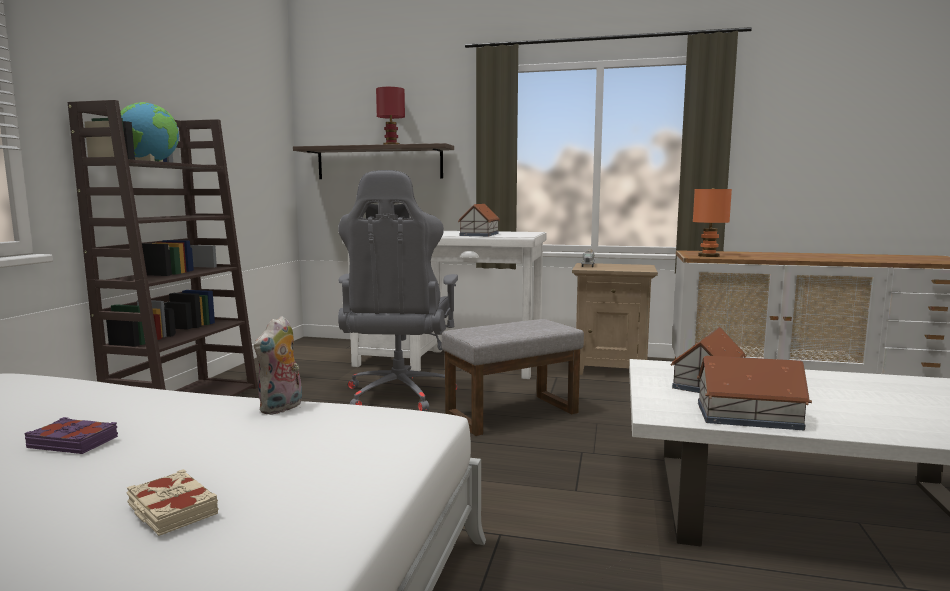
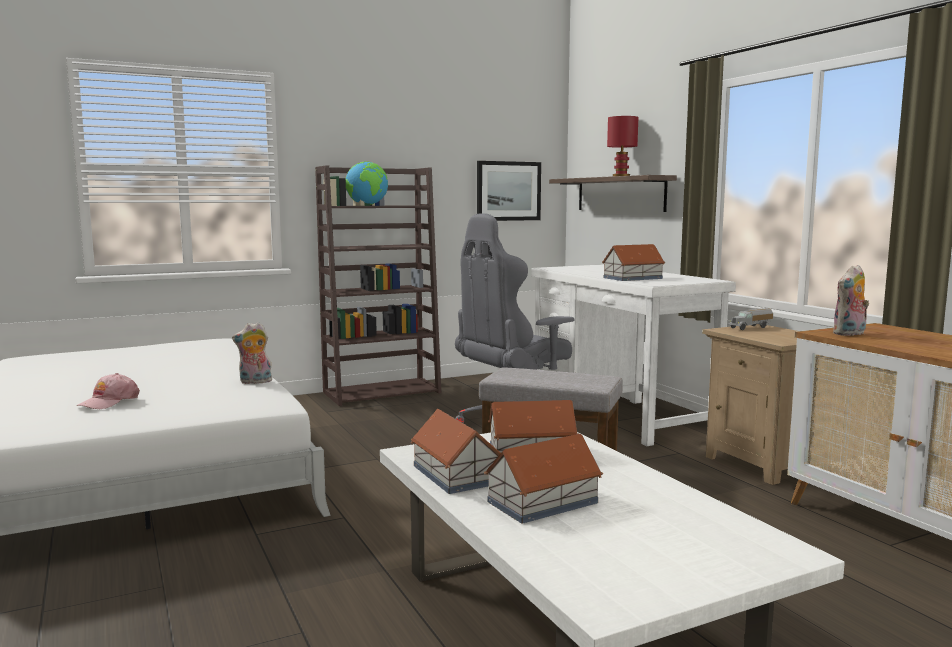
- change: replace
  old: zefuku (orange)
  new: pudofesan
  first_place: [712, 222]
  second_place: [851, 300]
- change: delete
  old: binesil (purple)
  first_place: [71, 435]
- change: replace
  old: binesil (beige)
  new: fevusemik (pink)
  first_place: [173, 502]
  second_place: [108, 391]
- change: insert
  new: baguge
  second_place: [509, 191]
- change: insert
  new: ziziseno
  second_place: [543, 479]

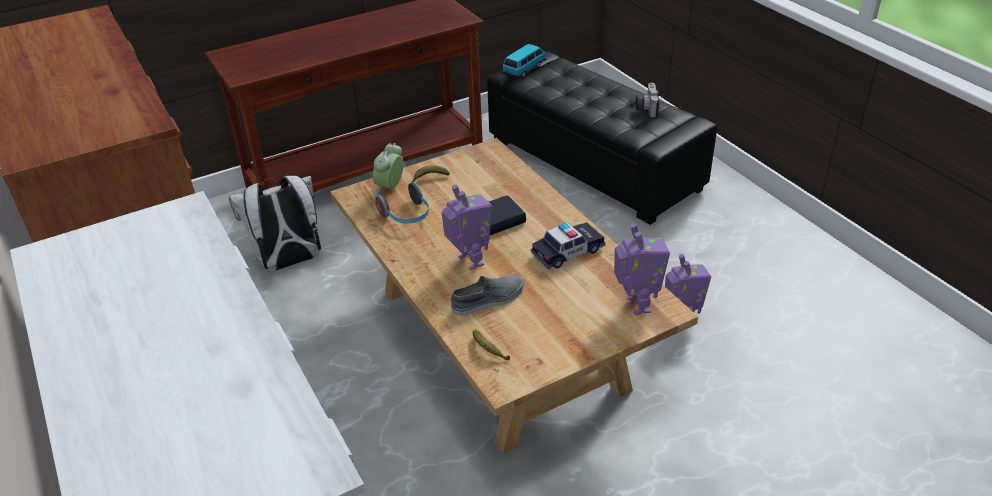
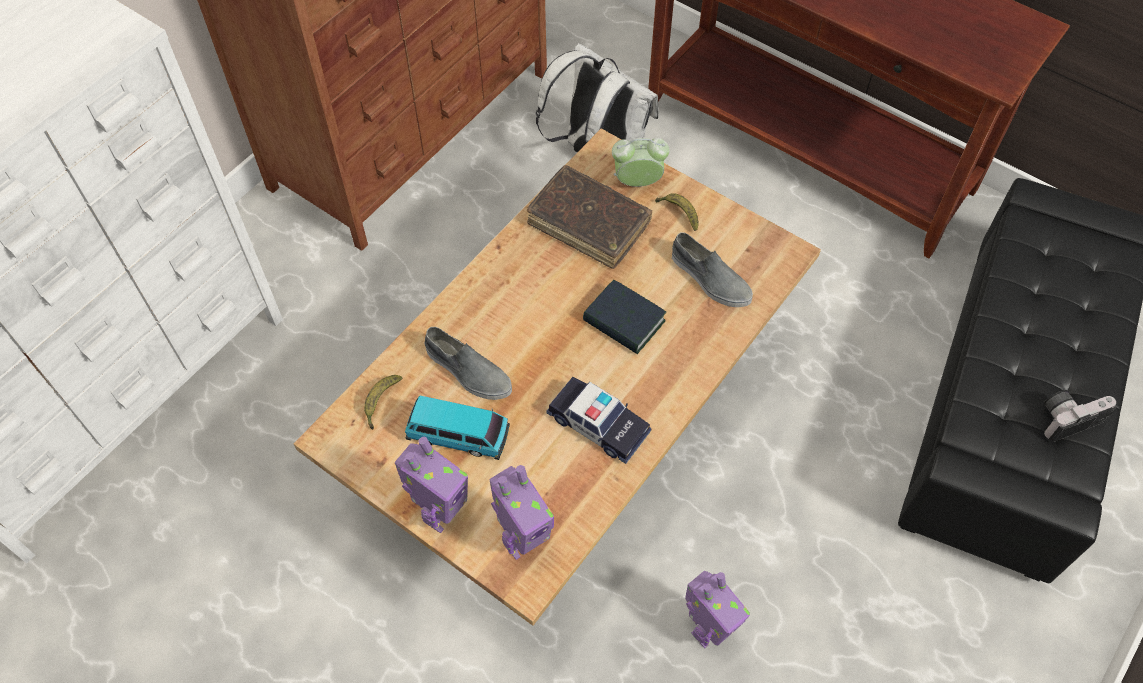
- change: move
  old: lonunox
  first_place: [524, 61]
  second_place: [457, 428]
- change: replace
  old: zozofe
  new: binesil (brown)
  first_place: [402, 203]
  second_place: [589, 217]
- change: move
  old: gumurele
  first_place: [467, 227]
  second_place: [431, 485]
- change: insert
  new: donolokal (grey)
  second_place: [712, 269]

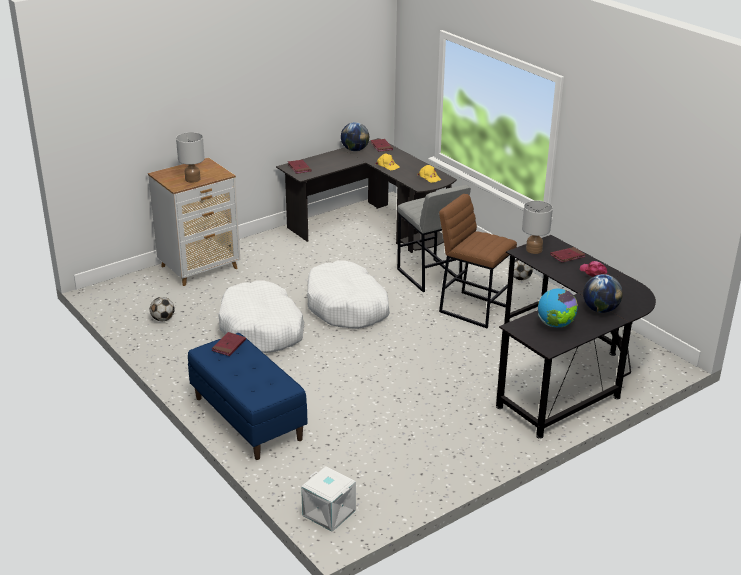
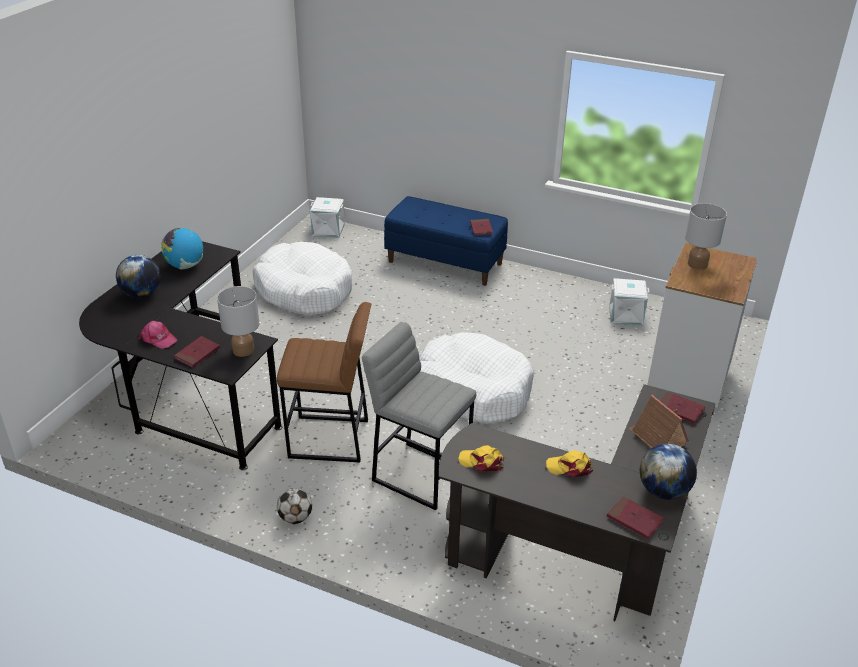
- change: move
  old: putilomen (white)
  first_place: [261, 316]
  second_place: [302, 279]
- change: replace
  old: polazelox
  new: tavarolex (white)
  first_place: [162, 309]
  second_place: [629, 301]
- change: insert
  new: ziziseno
  second_place: [658, 421]

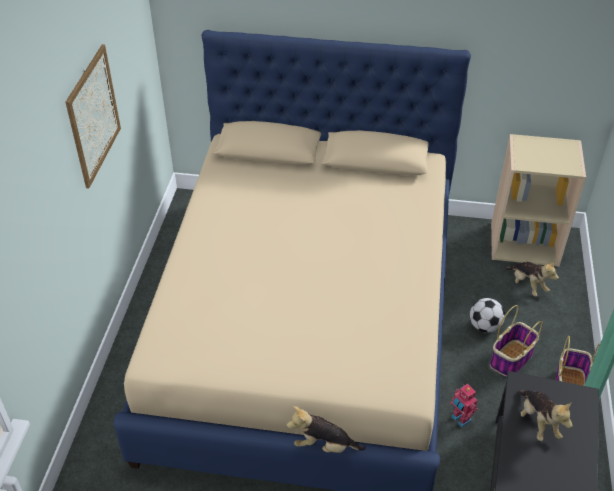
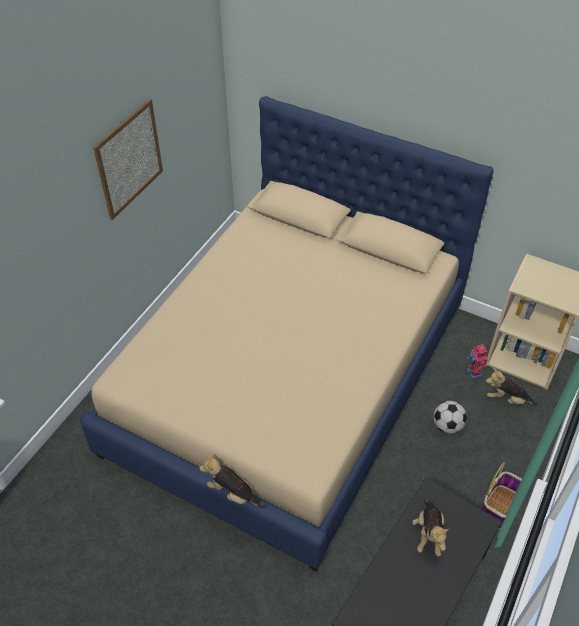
- change: rotate
  old: pudofesan
  first_place: [532, 278]
  second_place: [512, 387]
  degrees: 120
- change: delete
  old: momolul
  first_place: [516, 341]
- change: move
  old: gumurele
  first_place: [464, 406]
  second_place: [477, 361]

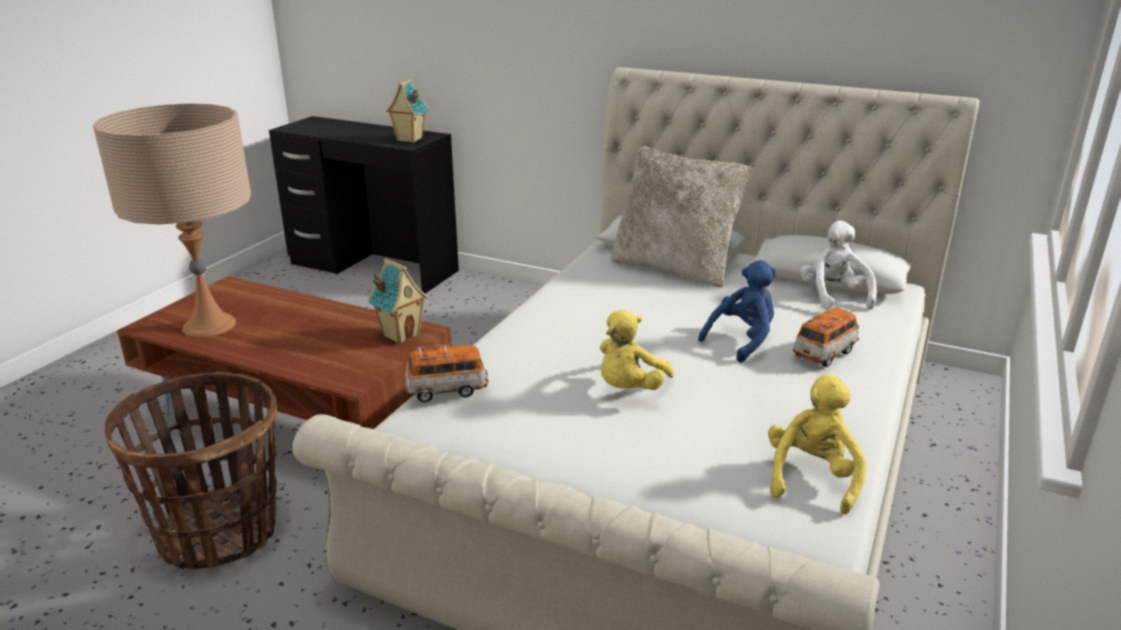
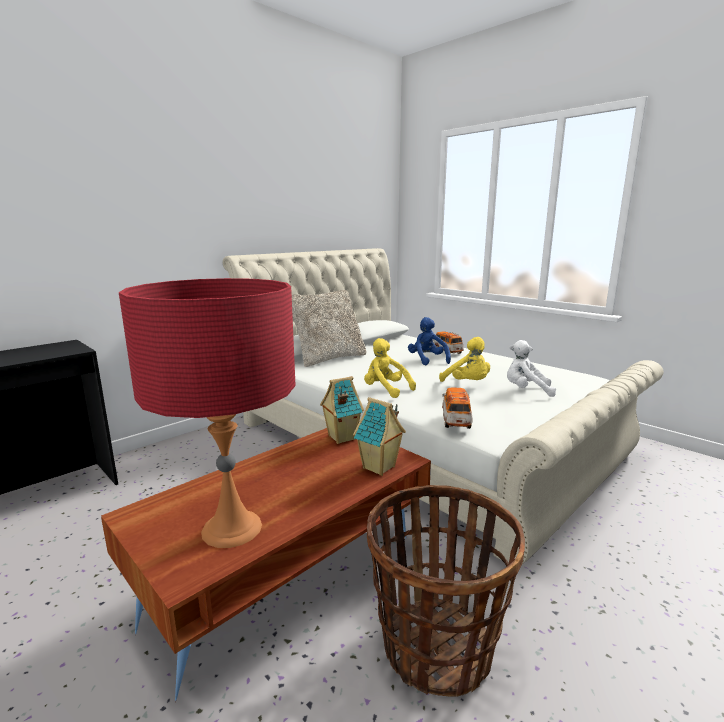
- change: move
  old: ziziseno
  first_place: [407, 111]
  second_place: [379, 436]
- change: recolor
  old: zefuku (beige)
  new: zefuku (red)
  first_place: [172, 220]
  second_place: [207, 413]
- change: move
  old: pudofesan (white)
  first_place: [838, 265]
  second_place: [531, 368]
- change: move
  old: pudofesan (yellow)
  first_place: [817, 444]
  second_place: [390, 368]

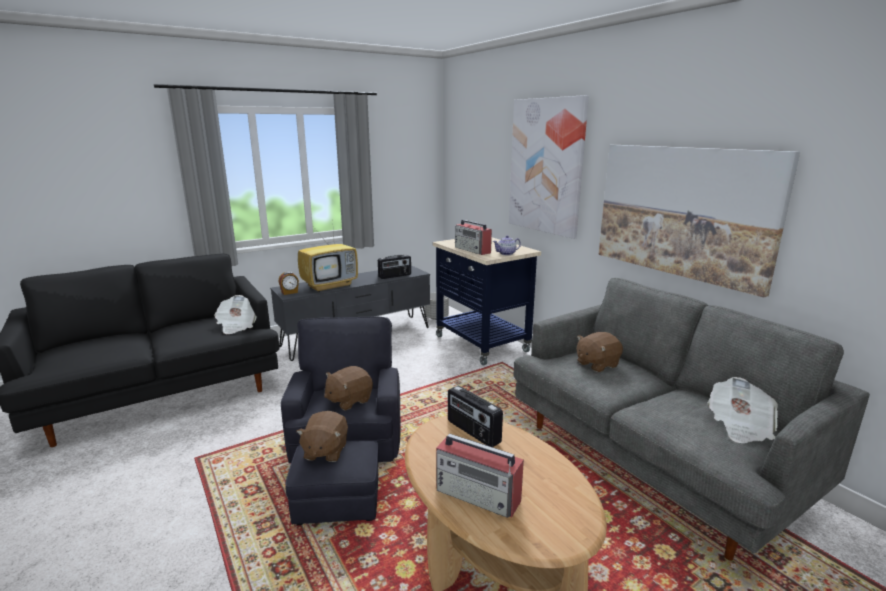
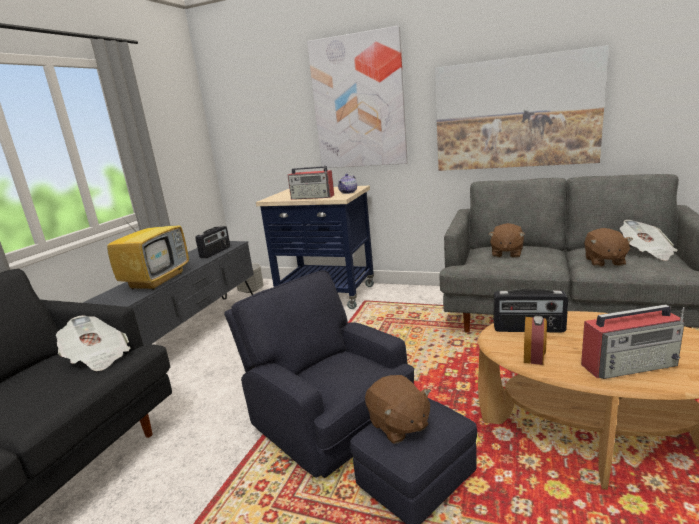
- change: move
  old: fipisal
  first_place: [288, 283]
  second_place: [535, 340]
- change: move
  old: pudofesan (brown)
  first_place: [348, 388]
  second_place: [608, 247]

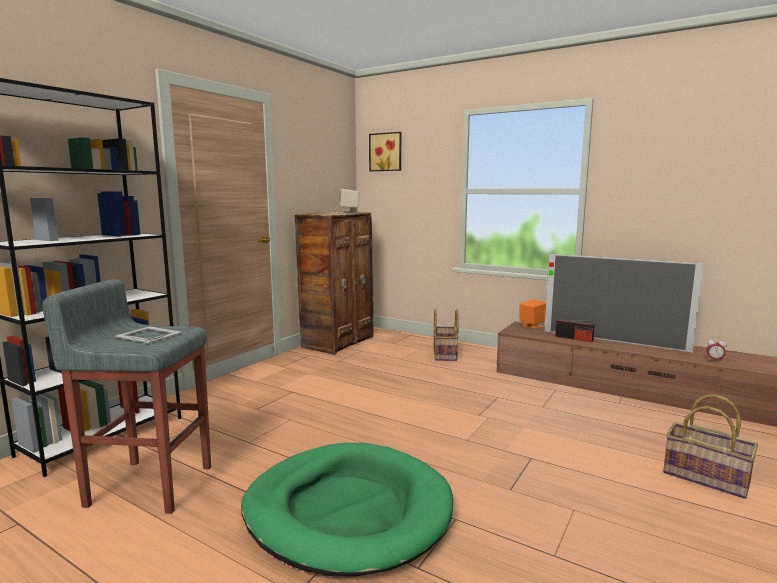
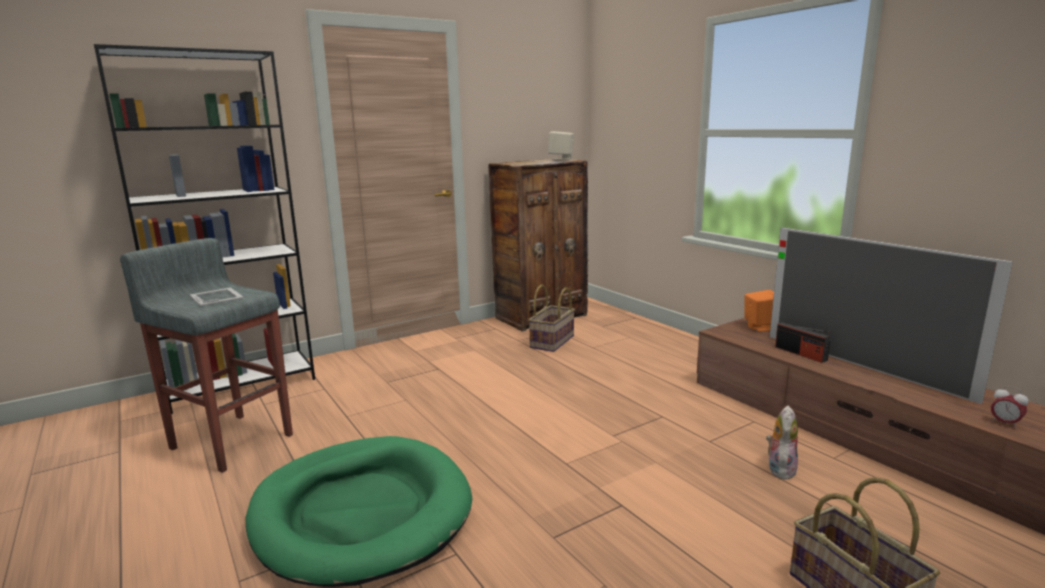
- change: delete
  old: baguge
  first_place: [385, 151]
- change: move
  old: momolul
  first_place: [446, 335]
  second_place: [551, 318]
- change: insert
  new: pudofesan
  second_place: [782, 442]

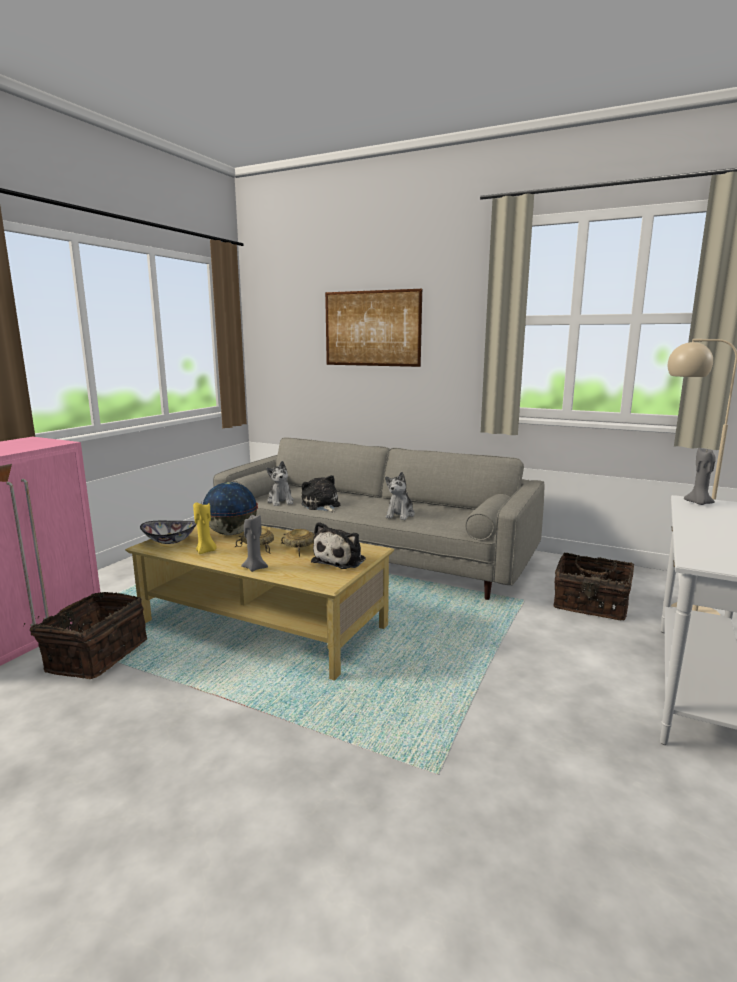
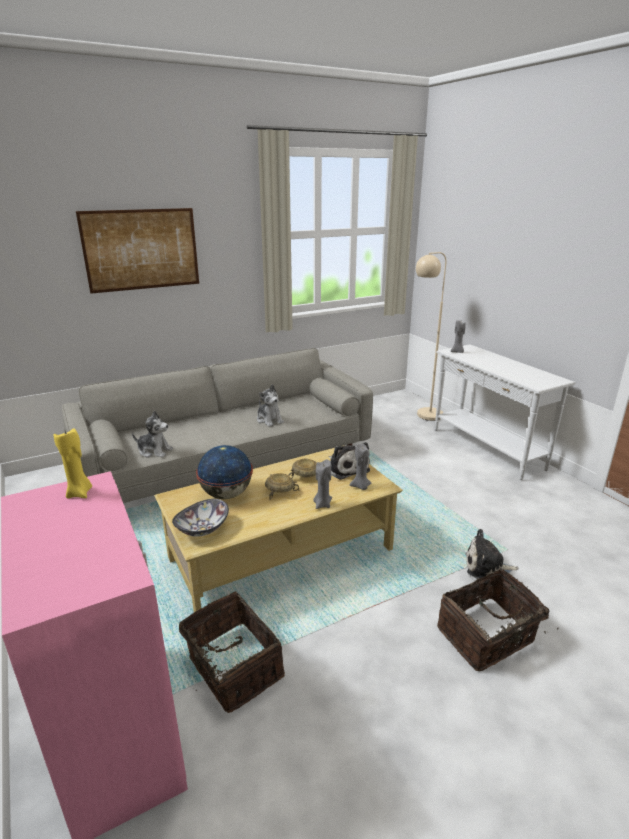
- change: move
  old: pudofesan
  first_place: [321, 493]
  second_place: [492, 554]
- change: move
  old: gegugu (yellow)
  first_place: [205, 527]
  second_place: [73, 463]
- change: move
  old: momolul
  first_place: [593, 586]
  second_place: [497, 619]
- change: insert
  new: gegugu (grey)
  second_place: [360, 467]

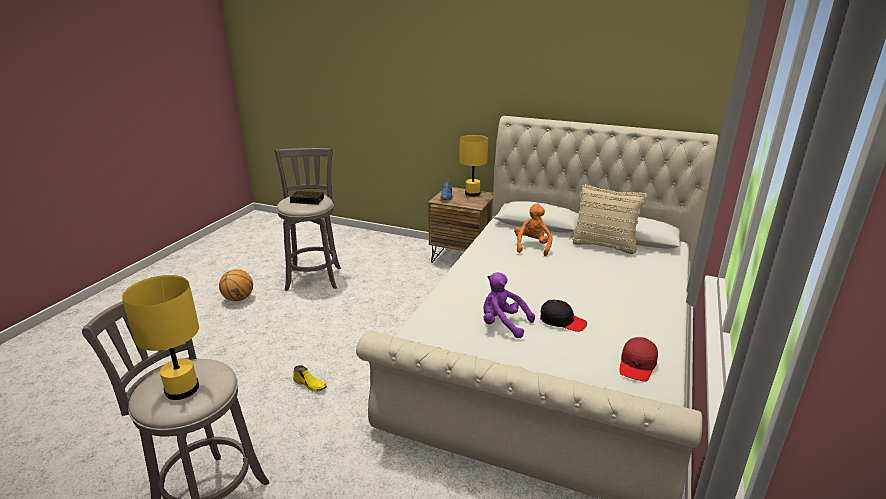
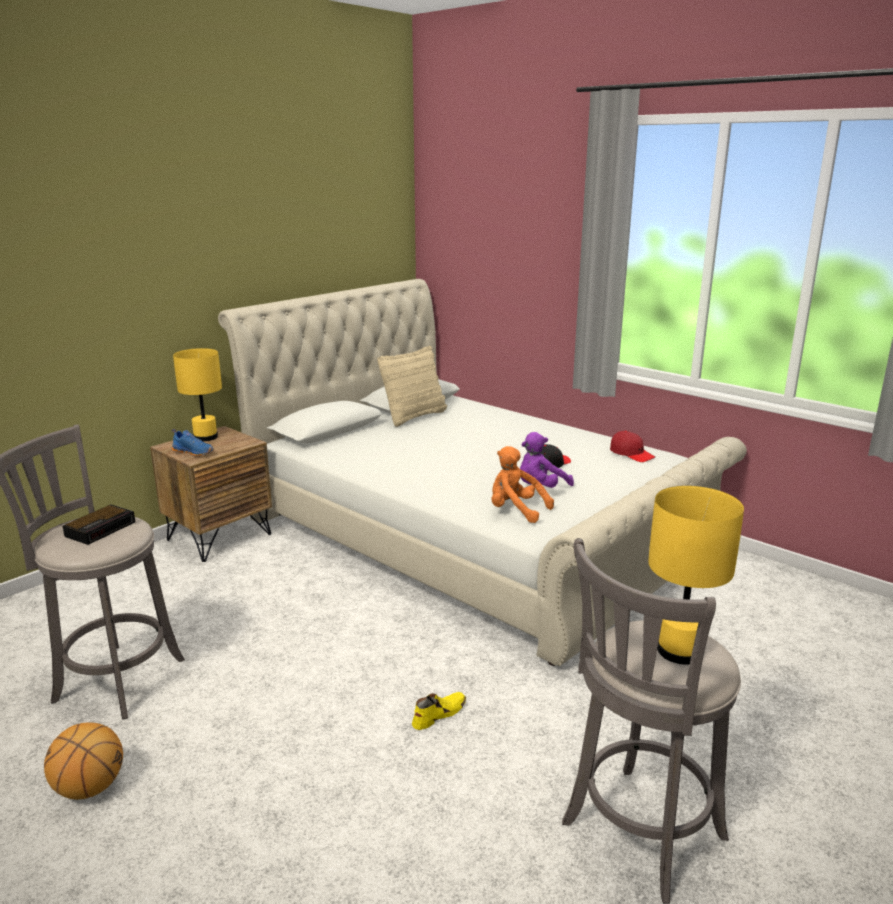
- change: move
  old: pudofesan (orange)
  first_place: [533, 230]
  second_place: [522, 484]

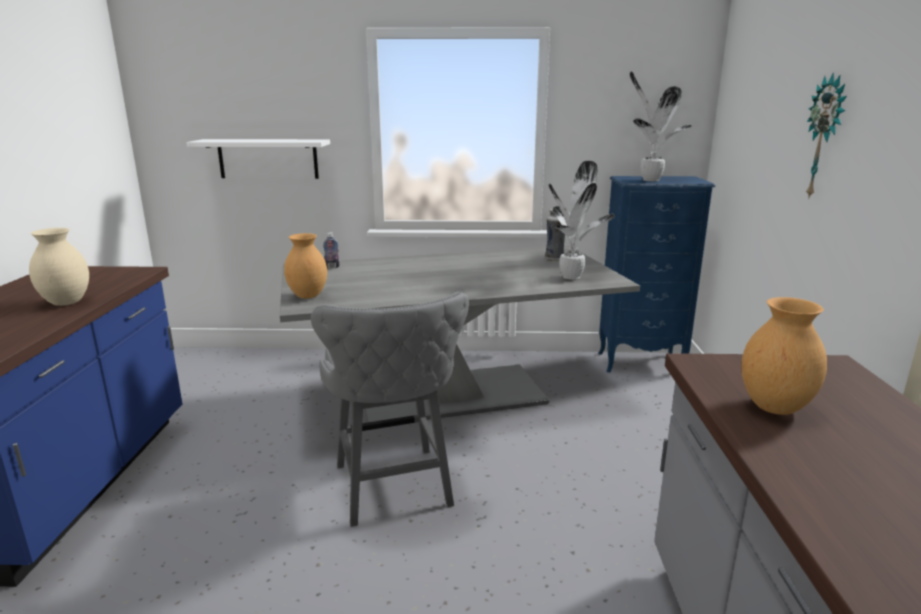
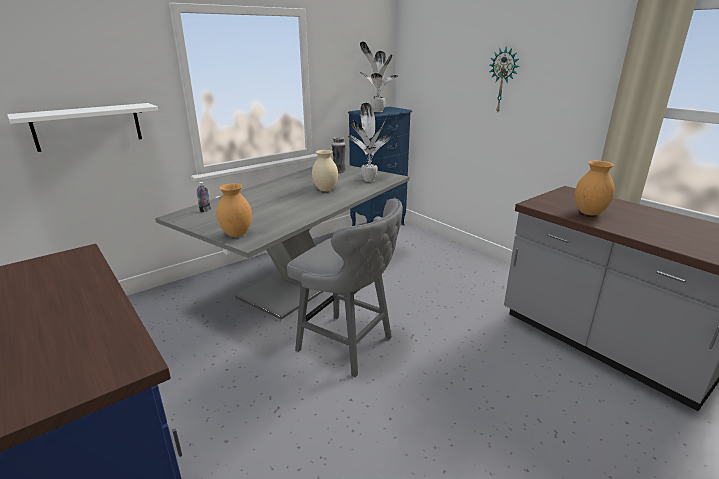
- change: move
  old: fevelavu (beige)
  first_place: [59, 267]
  second_place: [325, 170]

